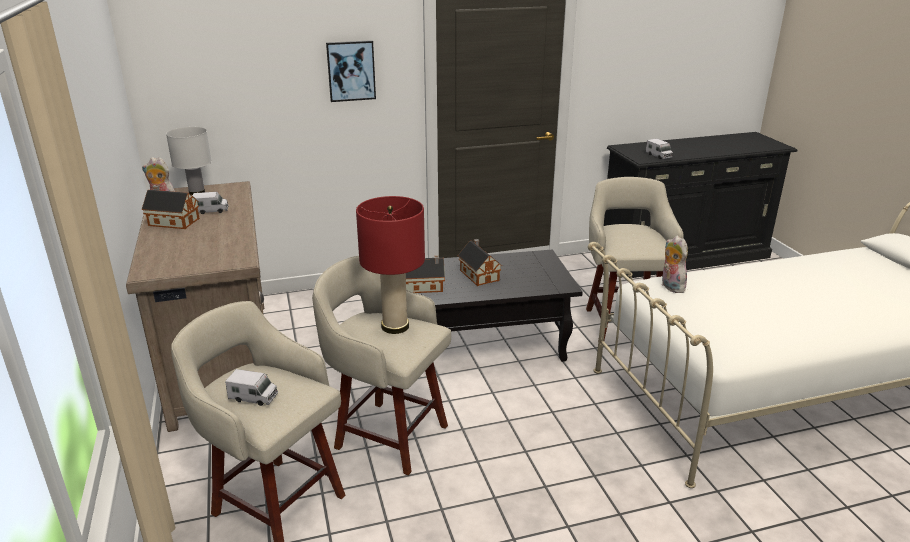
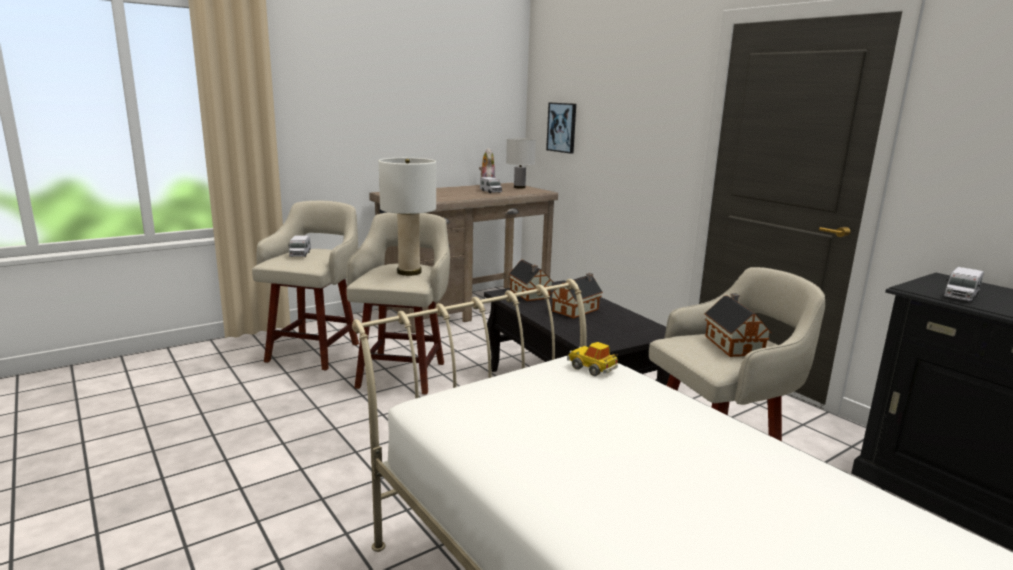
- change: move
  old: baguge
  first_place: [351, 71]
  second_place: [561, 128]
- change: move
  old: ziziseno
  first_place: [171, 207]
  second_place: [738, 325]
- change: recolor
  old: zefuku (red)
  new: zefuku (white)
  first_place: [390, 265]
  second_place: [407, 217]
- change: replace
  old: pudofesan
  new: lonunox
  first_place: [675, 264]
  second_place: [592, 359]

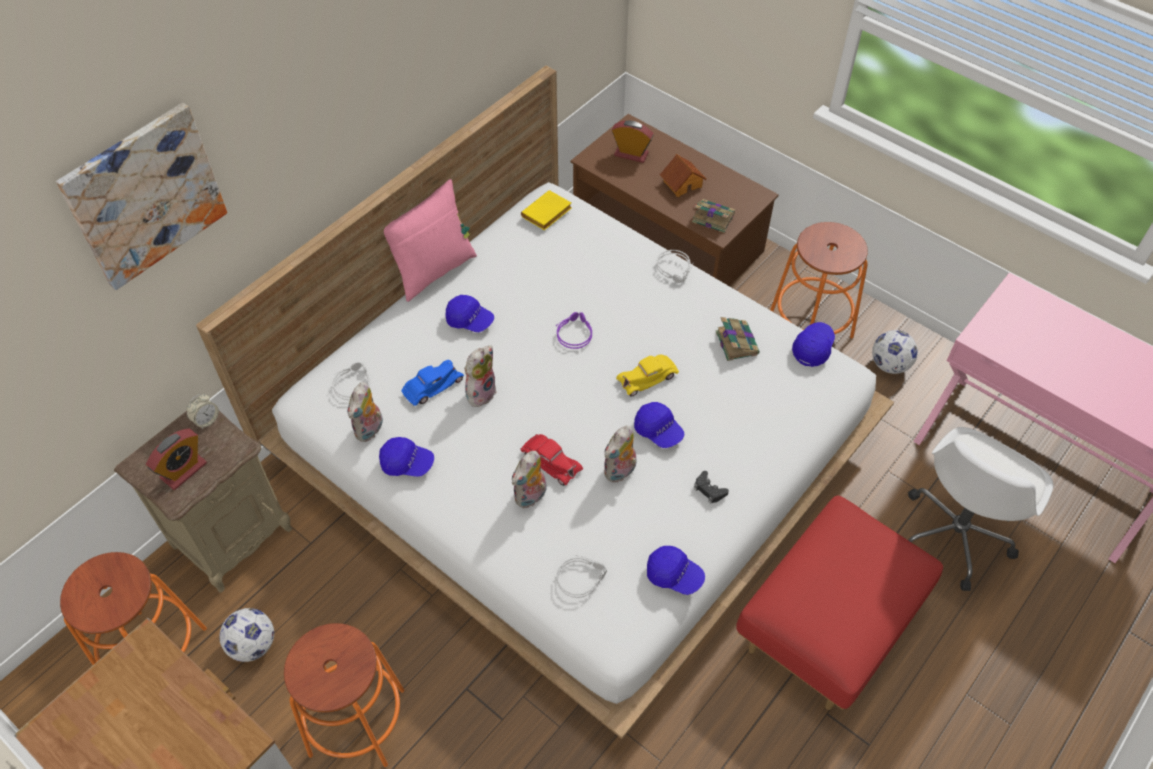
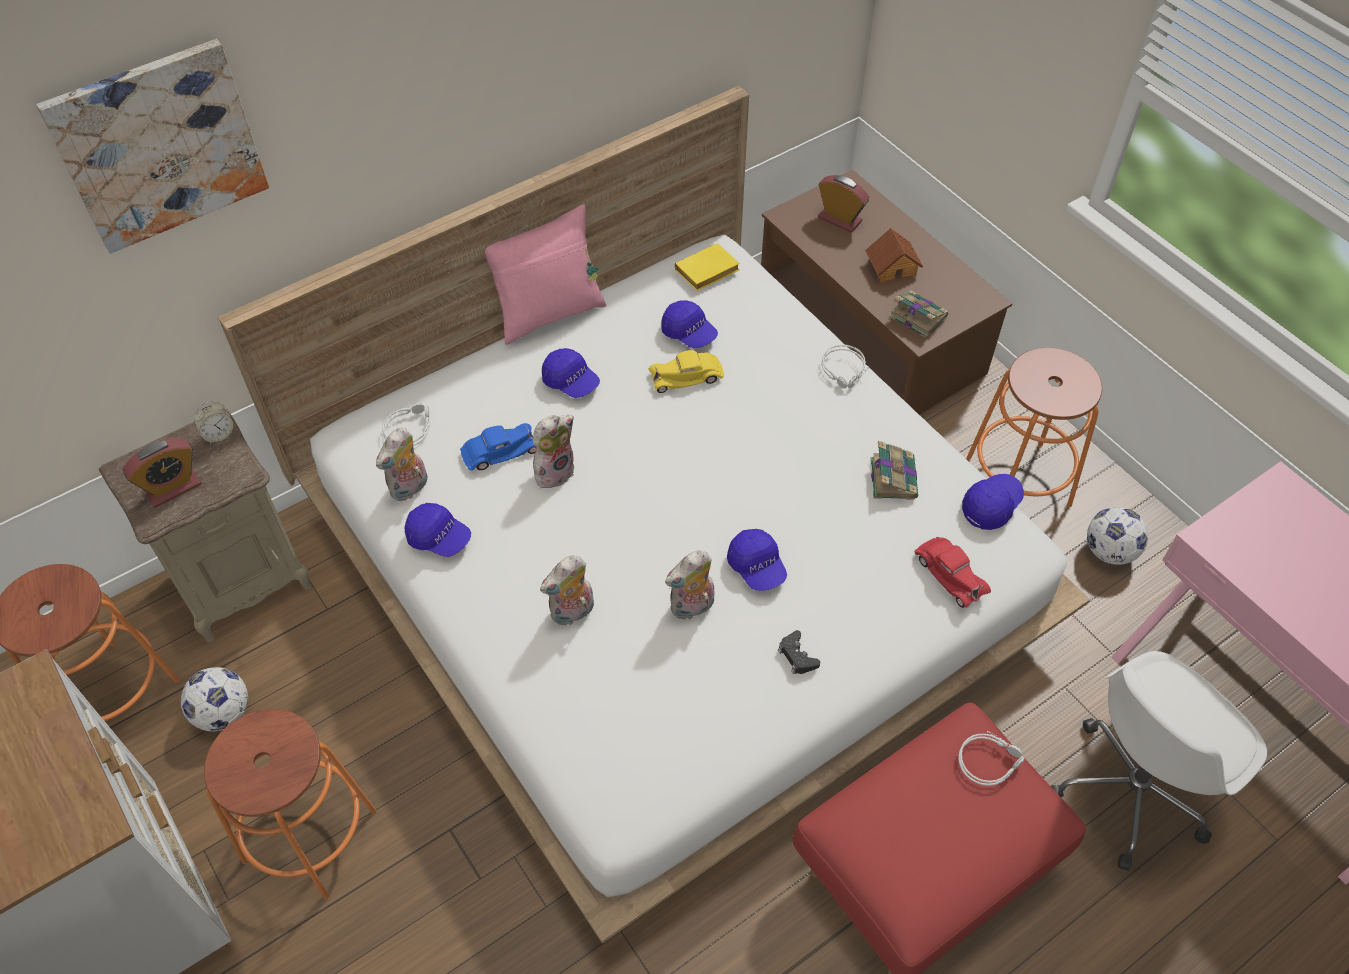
- change: delete
  old: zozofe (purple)
  first_place: [574, 330]
- change: move
  old: lonunox (yellow)
  first_place: [647, 375]
  second_place: [686, 371]
- change: move
  old: lonunox (red)
  first_place: [551, 460]
  second_place: [953, 572]
- change: move
  old: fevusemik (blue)
  first_place: [676, 570]
  second_place: [689, 324]
- change: move
  old: zozofe (grey)
  first_place: [582, 576]
  second_place: [991, 758]

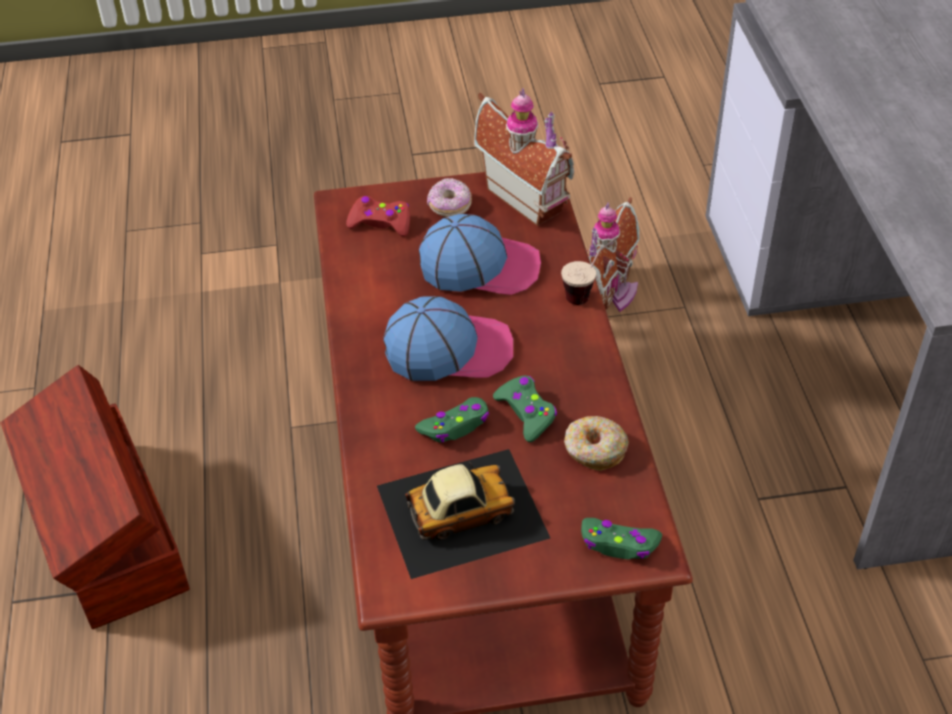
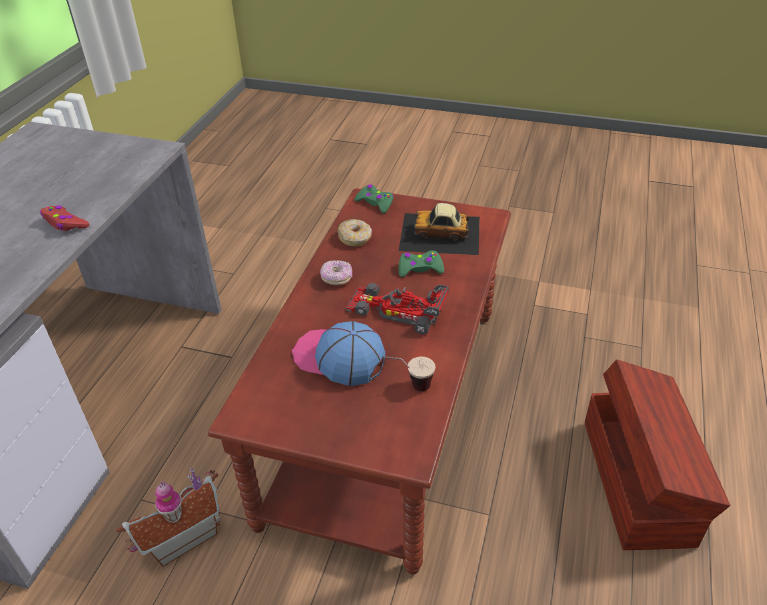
- change: delete
  old: ziziseno
  first_place: [524, 157]
- change: move
  old: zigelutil
  first_place: [449, 197]
  second_place: [336, 272]
- change: move
  old: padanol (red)
  first_place: [378, 216]
  second_place: [65, 218]
- change: move
  old: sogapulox
  first_place: [589, 271]
  second_place: [409, 373]
- change: replace
  old: fevusemik
  new: lonunox
  first_place: [448, 338]
  second_place: [397, 309]
- change: delete
  old: padanol (green)
  first_place: [525, 409]

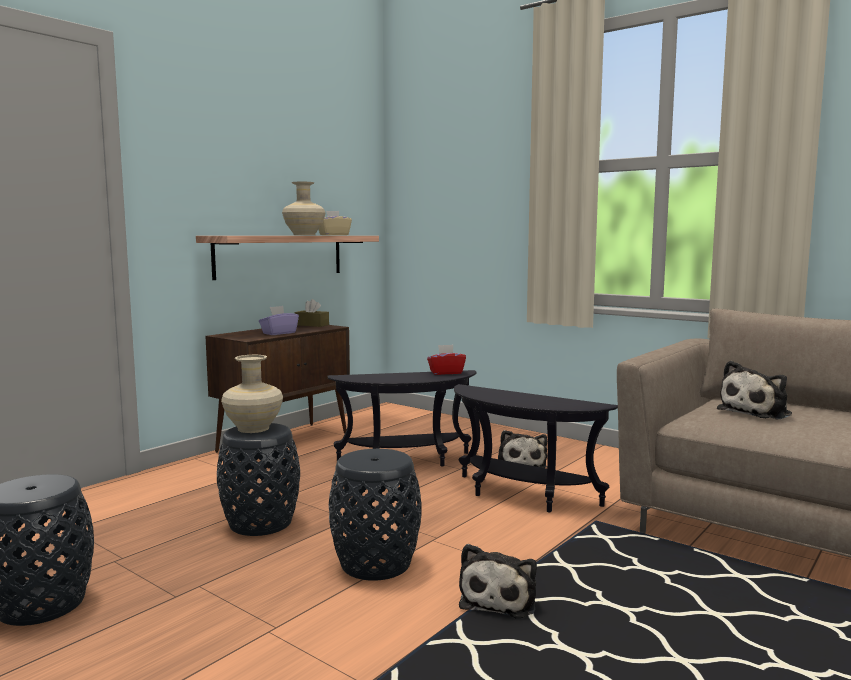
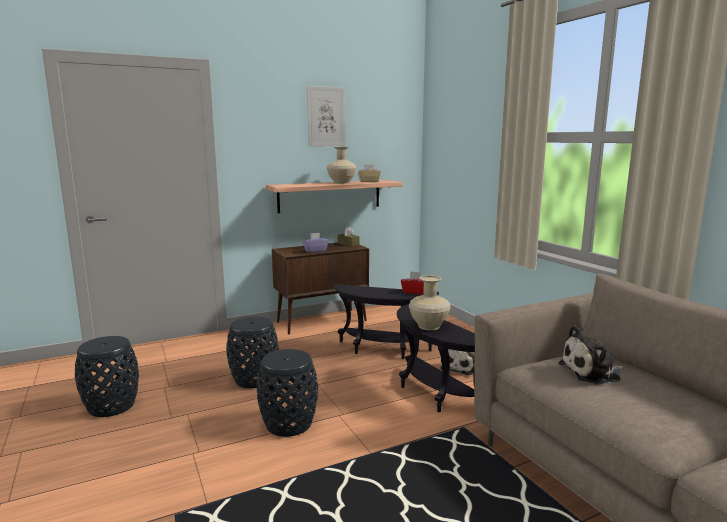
- change: move
  old: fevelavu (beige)
  first_place: [252, 394]
  second_place: [430, 302]
- change: delete
  old: pudofesan
  first_place: [498, 581]
- change: insert
  new: baguge
  second_place: [326, 116]

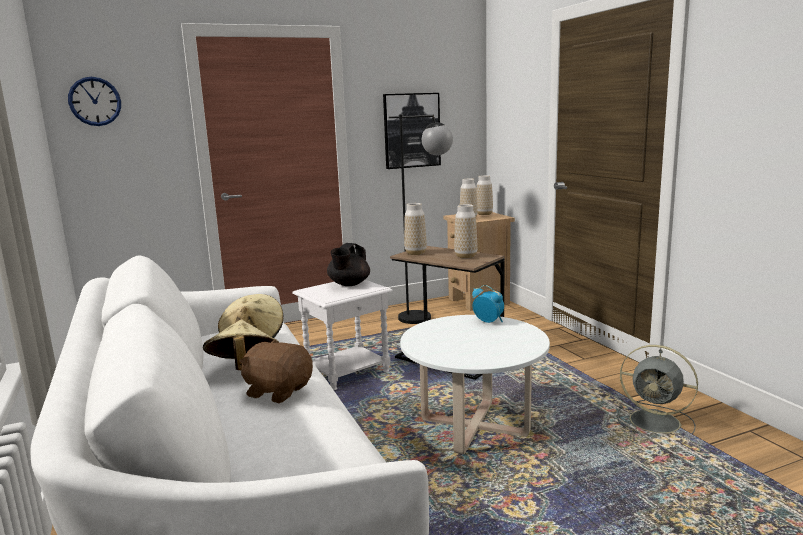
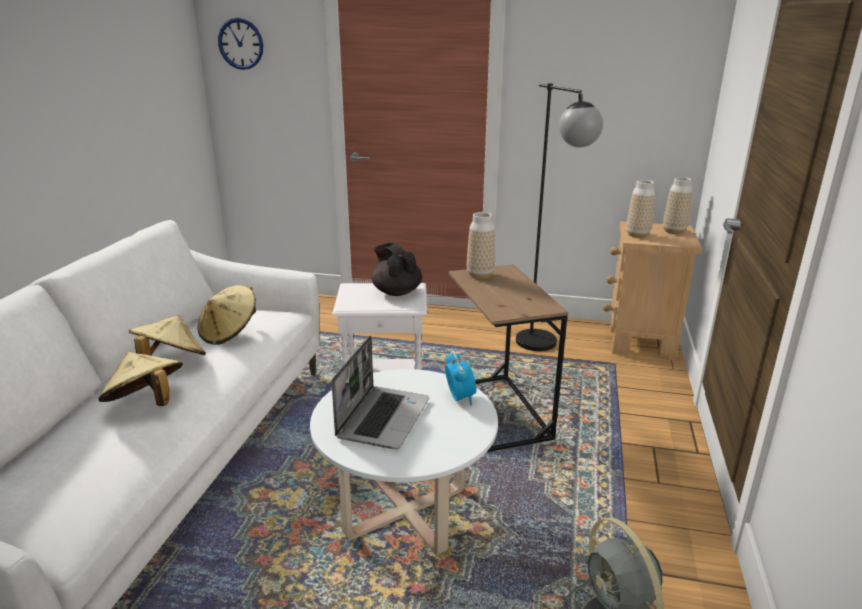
- change: delete
  old: baguge
  first_place: [412, 131]
- change: delete
  old: fevelavu
  first_place: [465, 231]
- change: rotate
  old: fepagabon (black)
  first_place: [348, 264]
  second_place: [397, 269]
  degrees: 90
- change: replace
  old: pudofesan (brown)
  new: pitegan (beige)
  first_place: [276, 371]
  second_place: [140, 379]
- change: insert
  new: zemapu
  second_place: [380, 392]

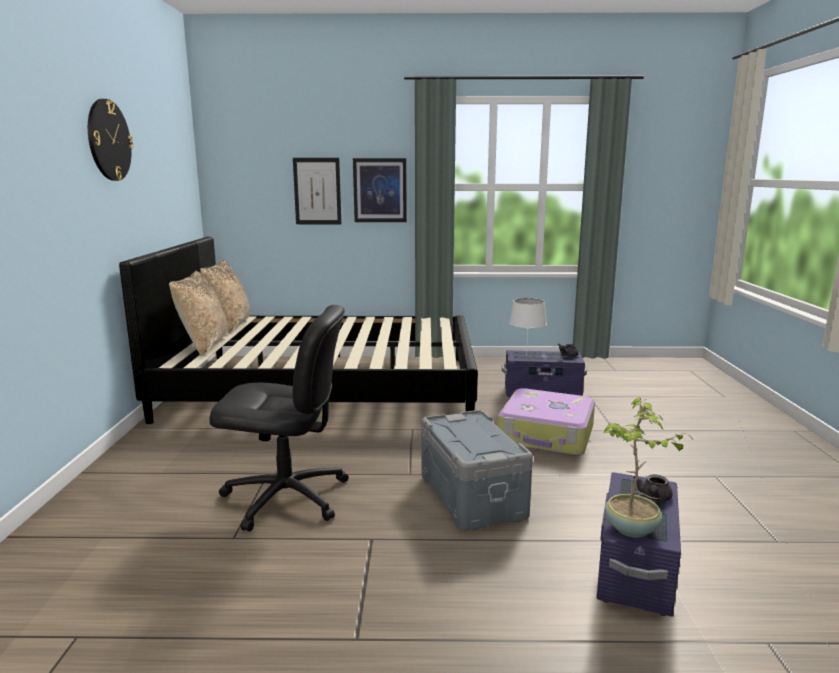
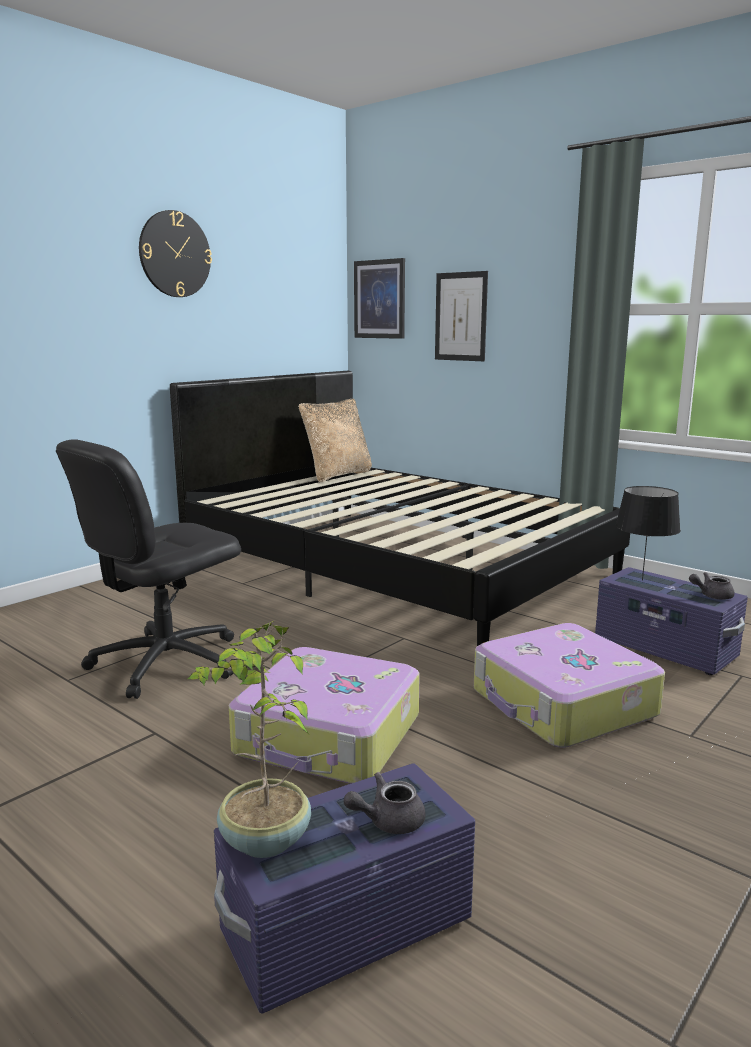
- change: move
  old: baguge
  first_place: [380, 190]
  second_place: [379, 298]
- change: delete
  old: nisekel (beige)
  first_place: [198, 313]
- change: recolor
  old: zefuku (white)
  new: zefuku (black)
  first_place: [528, 327]
  second_place: [648, 533]
- change: rotate
  old: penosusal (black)
  first_place: [279, 418]
  second_place: [148, 569]
  degrees: 90
- change: replace
  old: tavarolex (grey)
  new: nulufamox
  first_place: [477, 470]
  second_place: [324, 715]

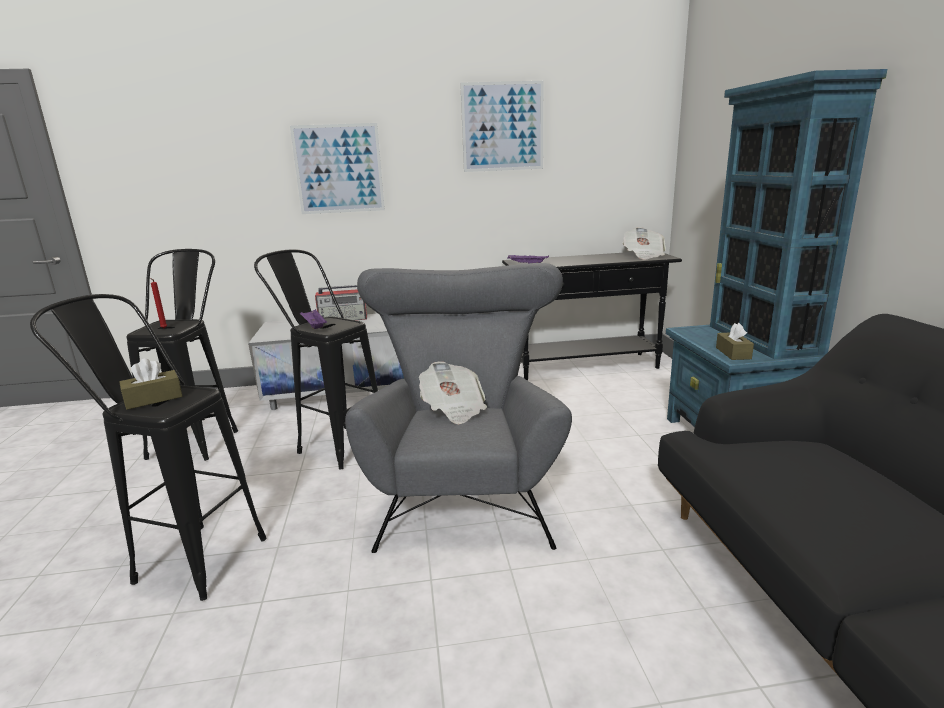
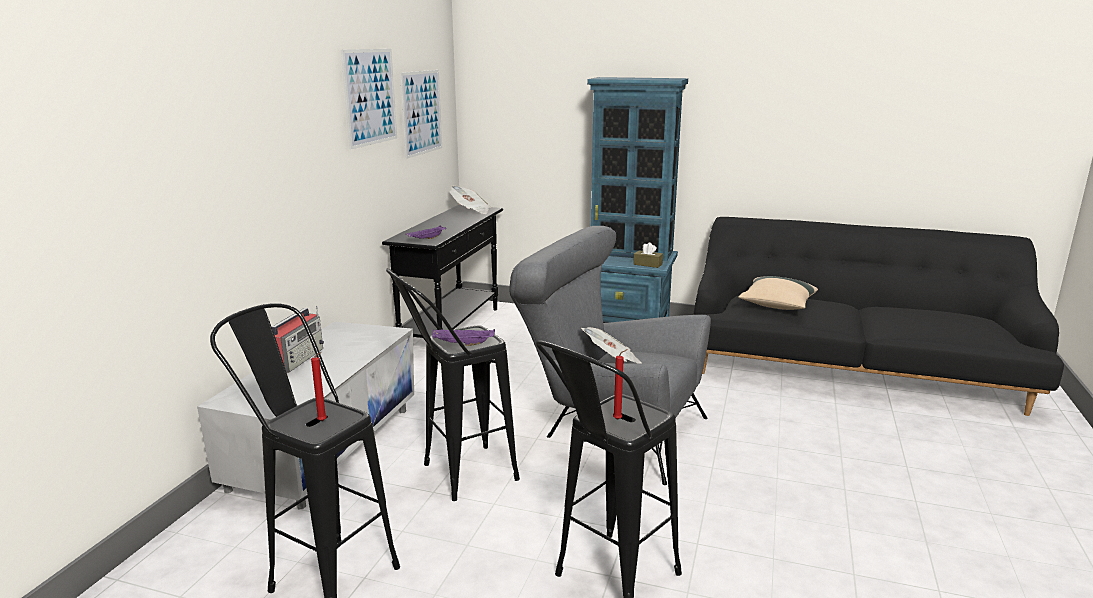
- change: move
  old: baguge
  first_place: [337, 168]
  second_place: [421, 114]
- change: replace
  old: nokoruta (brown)
  new: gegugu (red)
  first_place: [151, 384]
  second_place: [620, 384]
- change: insert
  new: nisekel (beige)
  second_place: [778, 293]

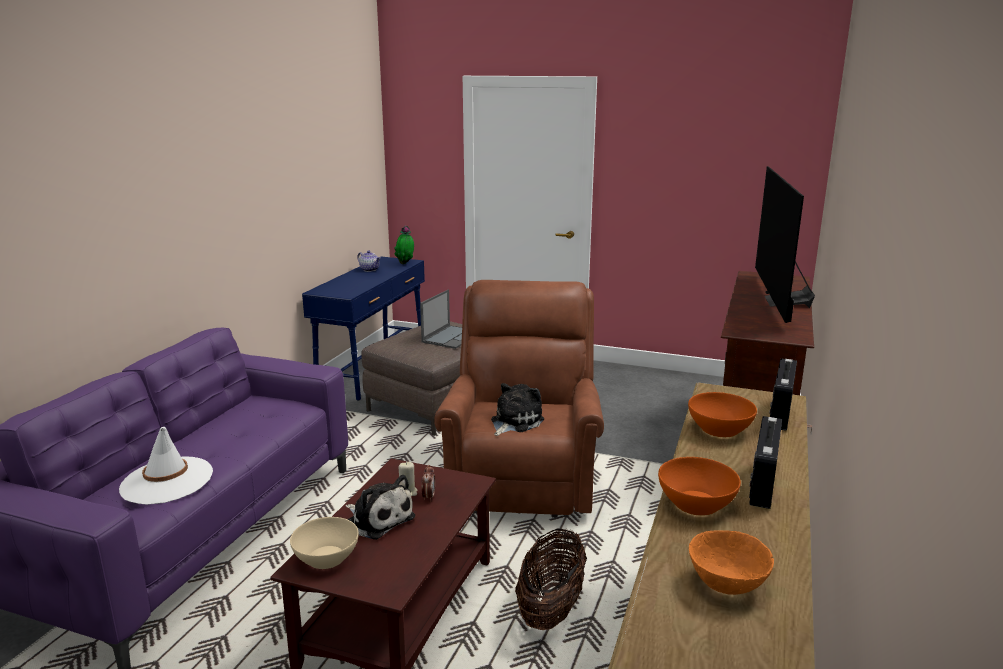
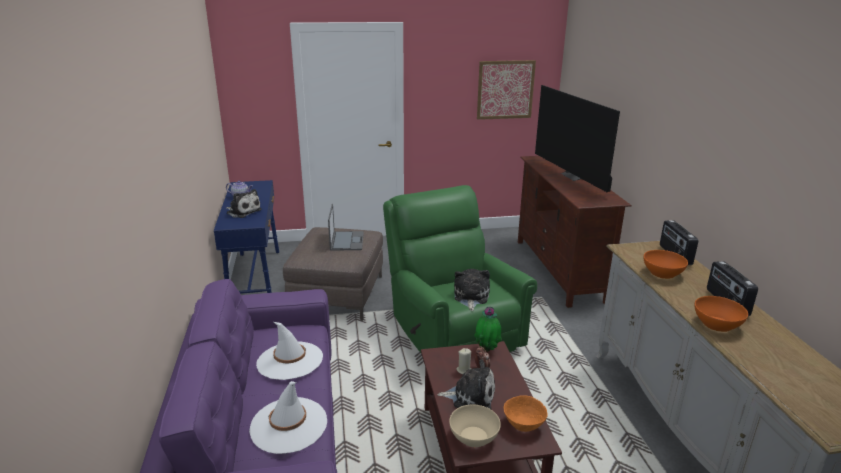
- change: move
  old: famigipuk
  first_place: [404, 245]
  second_place: [488, 329]
- change: recolor
  old: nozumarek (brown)
  new: nozumarek (green)
  first_place: [519, 399]
  second_place: [460, 269]
- change: delete
  old: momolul
  first_place: [551, 579]
- change: move
  old: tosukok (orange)
  first_place: [731, 562]
  second_place: [526, 413]
- change: insert
  new: baguge
  second_place: [506, 89]
- change: insert
  new: pudofesan
  second_place: [244, 203]
- change: insert
  new: pitegan (white)
  second_place: [289, 351]

